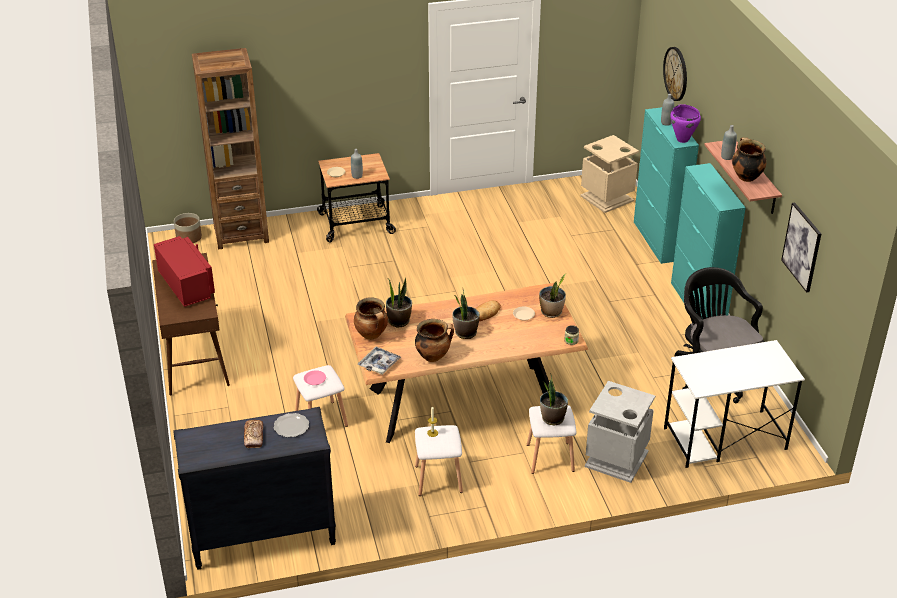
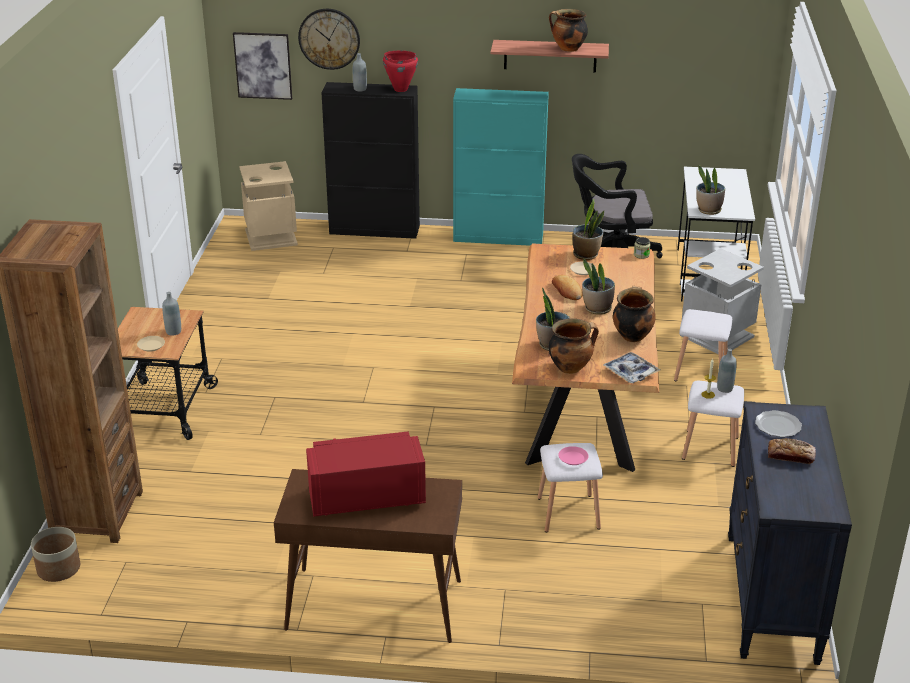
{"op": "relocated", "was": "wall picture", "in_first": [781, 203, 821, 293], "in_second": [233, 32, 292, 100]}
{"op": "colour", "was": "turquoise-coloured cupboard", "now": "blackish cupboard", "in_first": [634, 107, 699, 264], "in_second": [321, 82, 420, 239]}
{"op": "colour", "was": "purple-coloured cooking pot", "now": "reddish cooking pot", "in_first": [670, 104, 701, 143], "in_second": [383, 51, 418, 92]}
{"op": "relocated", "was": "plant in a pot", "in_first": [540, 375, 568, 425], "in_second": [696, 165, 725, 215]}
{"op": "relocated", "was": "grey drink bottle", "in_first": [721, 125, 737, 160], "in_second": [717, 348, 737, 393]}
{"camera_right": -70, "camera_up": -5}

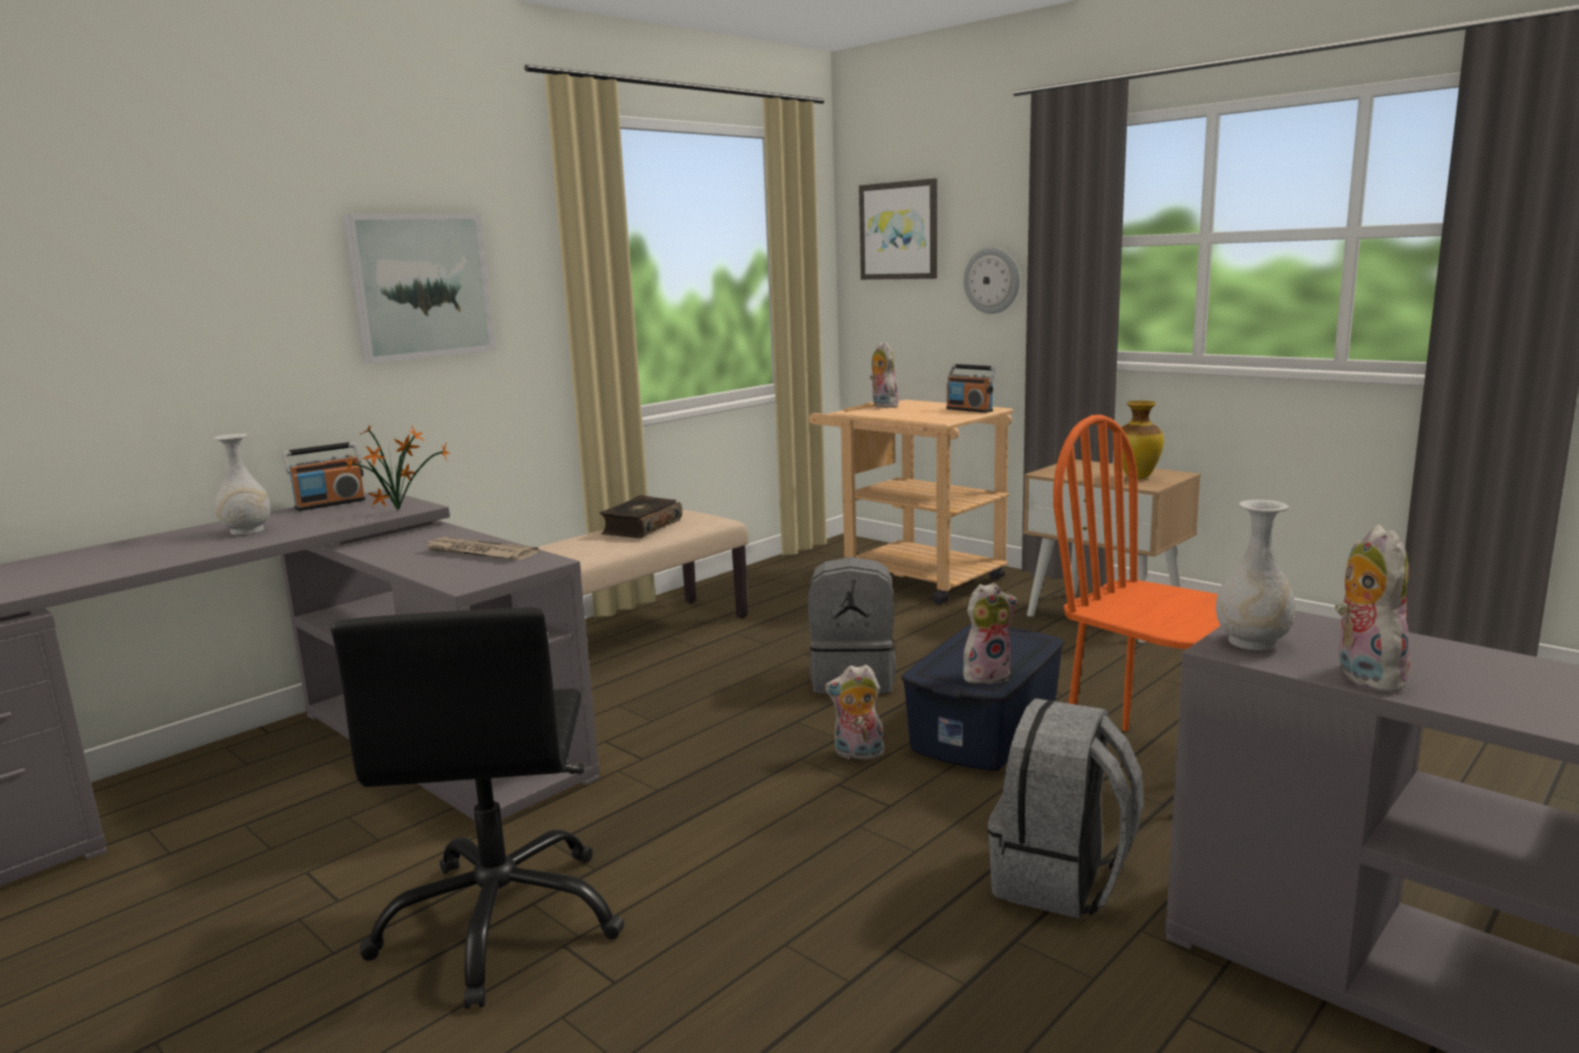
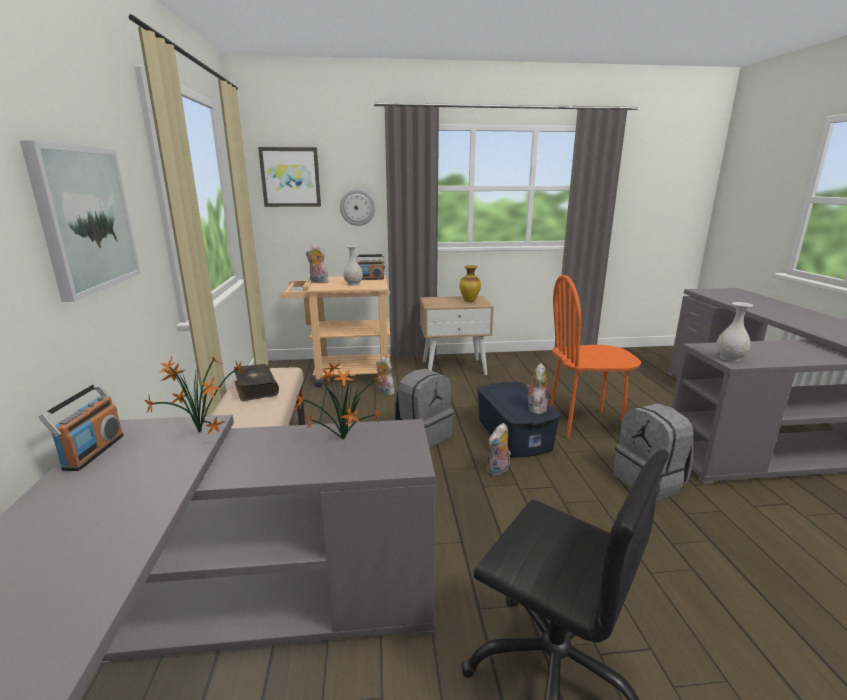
{"op": "exchanged", "was": "newspaper", "now": "plant in a pot", "in_first": [423, 537, 539, 560], "in_second": [294, 363, 382, 440]}
{"op": "relocated", "was": "whitish flower vase", "in_first": [213, 434, 270, 535], "in_second": [343, 245, 363, 286]}
{"op": "relocated", "was": "cuddly toy", "in_first": [1335, 525, 1410, 693], "in_second": [376, 357, 395, 395]}
{"camera_right": -50, "camera_up": 5}

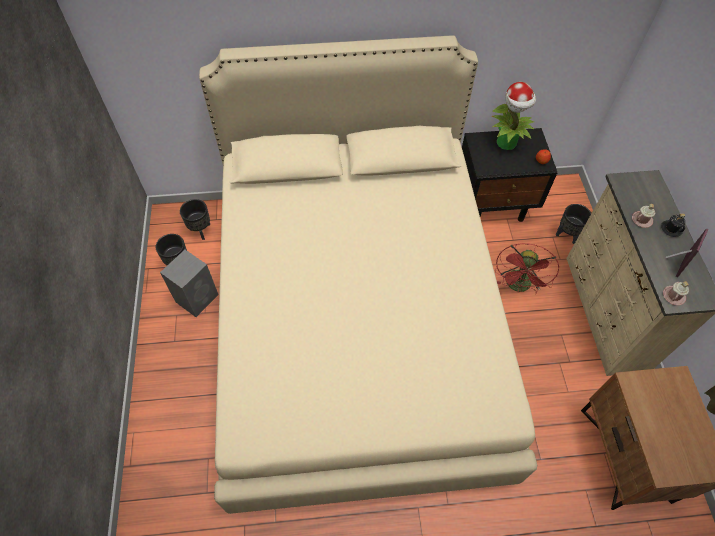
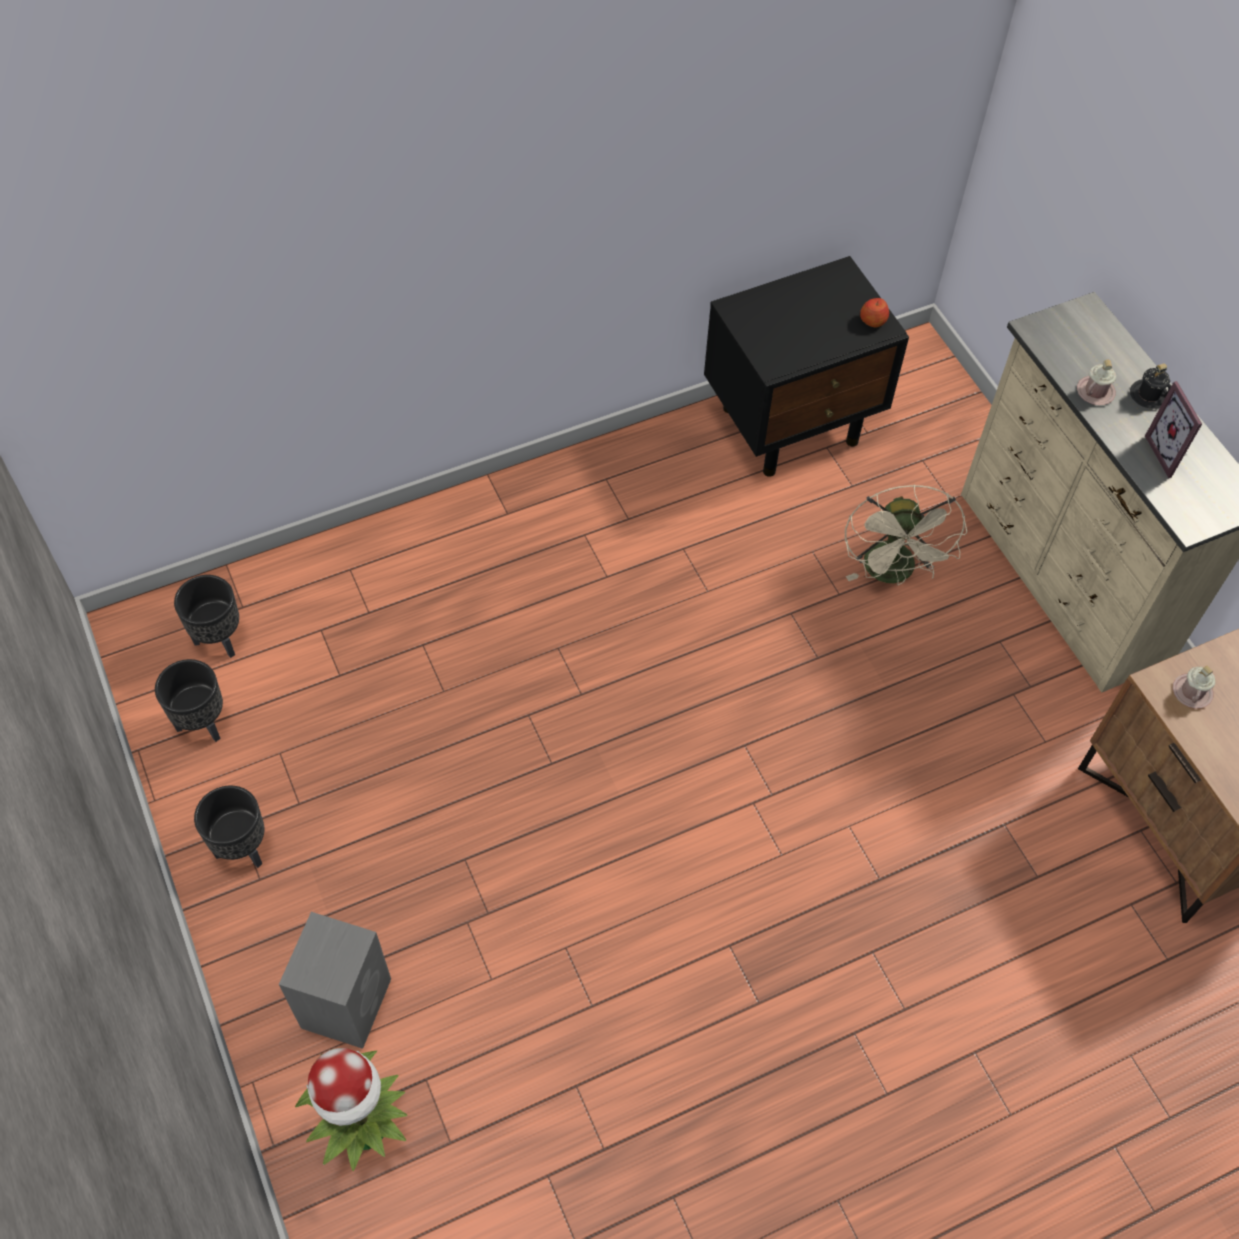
{"op": "relocated", "was": "blackish planter", "in_first": [556, 204, 591, 244], "in_second": [194, 785, 264, 868]}
{"op": "relocated", "was": "grey loudspeaker", "in_first": [160, 250, 219, 317], "in_second": [279, 912, 391, 1049]}
{"op": "relocated", "was": "plant in a pot", "in_first": [491, 82, 536, 150], "in_second": [295, 1048, 408, 1171]}
{"op": "colour", "was": "reddish electric fan", "now": "beige electric fan", "in_first": [495, 243, 559, 294], "in_second": [845, 484, 967, 585]}
{"op": "spun", "was": "photo frame", "in_first": [665, 228, 709, 277], "in_second": [1145, 381, 1202, 478], "clockwise": 150}
{"op": "relocated", "was": "pink-coloured tea mug", "in_first": [663, 281, 689, 305], "in_second": [1173, 665, 1215, 708]}
{"op": "missing", "was": "beige sleeping bed", "in_first": [199, 35, 537, 514]}
{"camera_right": -20, "camera_up": 0}

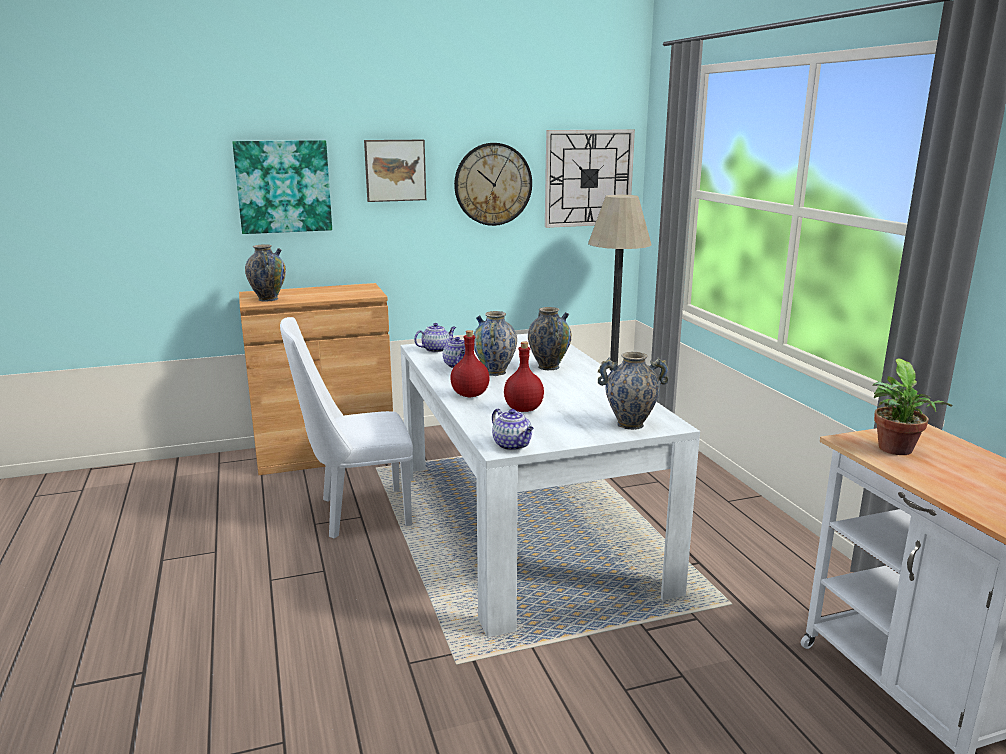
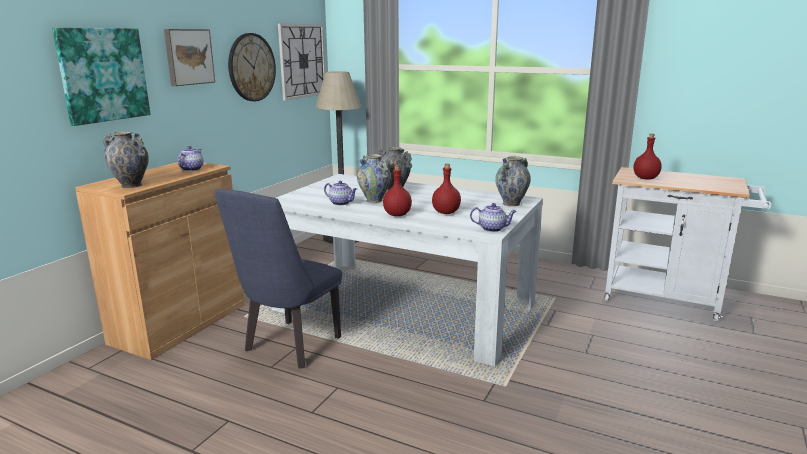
{"op": "relocated", "was": "teapot", "in_first": [414, 323, 456, 352], "in_second": [177, 146, 204, 171]}
{"op": "colour", "was": "whitish upright chair", "now": "blue upright chair", "in_first": [280, 317, 413, 538], "in_second": [215, 189, 342, 369]}
{"op": "exchanged", "was": "plant in a pot", "now": "reddish drink bottle", "in_first": [873, 359, 952, 455], "in_second": [634, 134, 662, 179]}
{"camera_right": -45, "camera_up": 0}

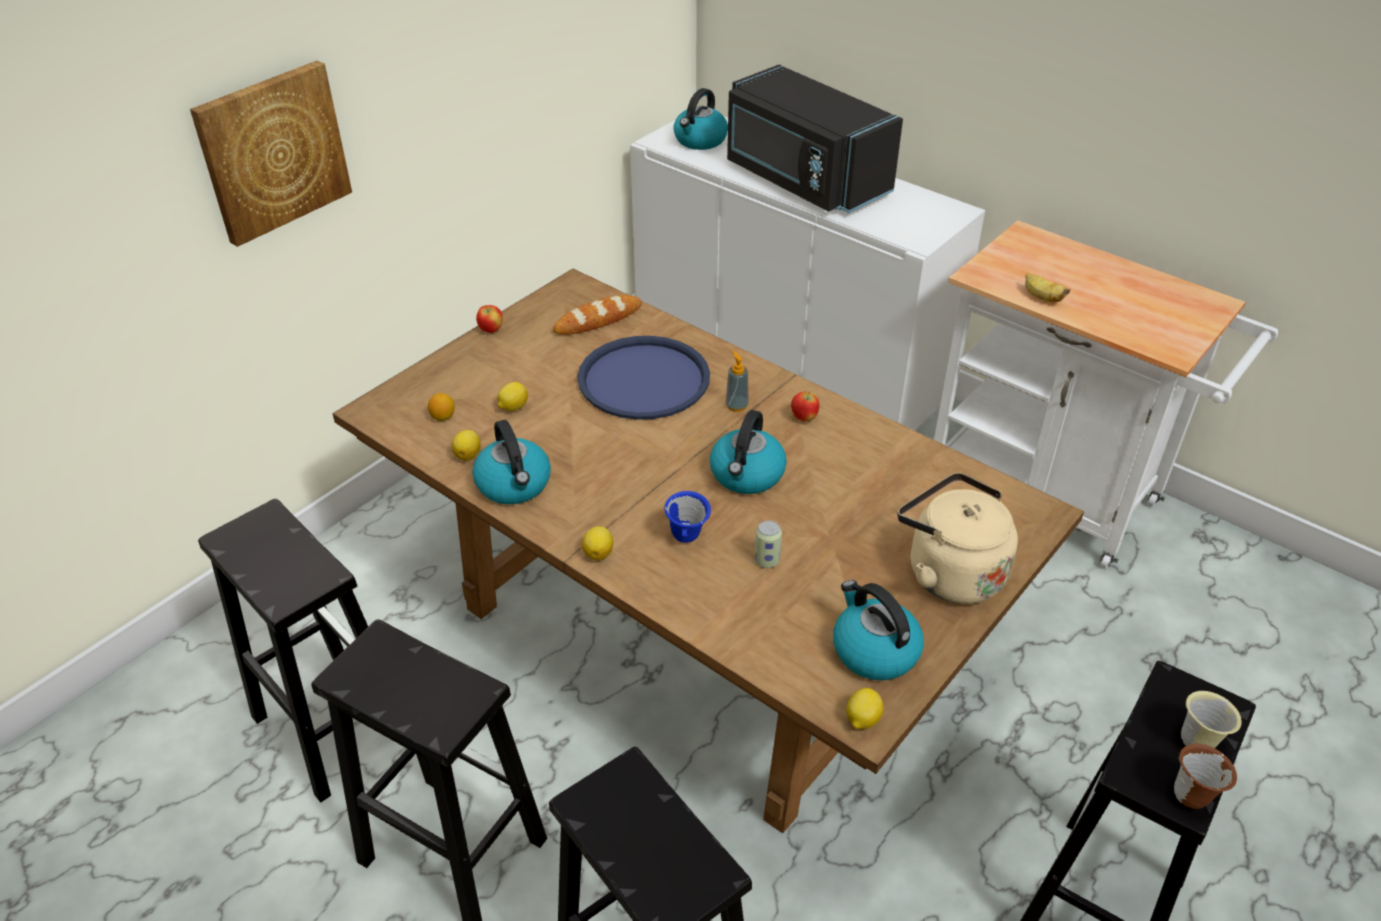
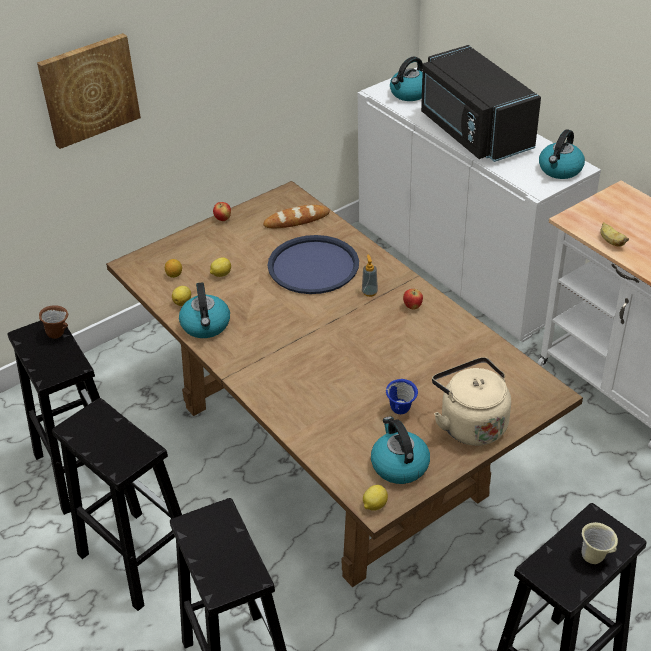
{"op": "relocated", "was": "brownish tea mug", "in_first": [1174, 744, 1237, 809], "in_second": [39, 305, 68, 339]}
{"op": "relocated", "was": "blue tea mug", "in_first": [664, 491, 711, 543], "in_second": [386, 379, 418, 414]}
{"op": "relocated", "was": "kettle", "in_first": [710, 410, 787, 494], "in_second": [539, 129, 585, 179]}
{"op": "missing", "was": "whole lemon", "in_first": [582, 526, 613, 561]}
{"op": "missing", "was": "sealed can", "in_first": [755, 521, 782, 568]}
{"camera_right": 15, "camera_up": 0}

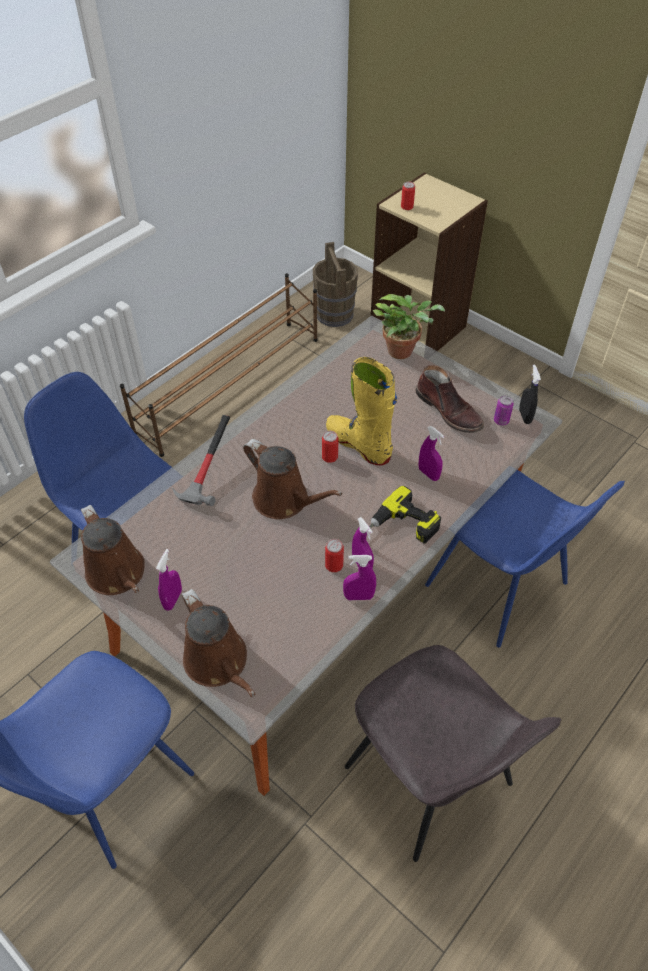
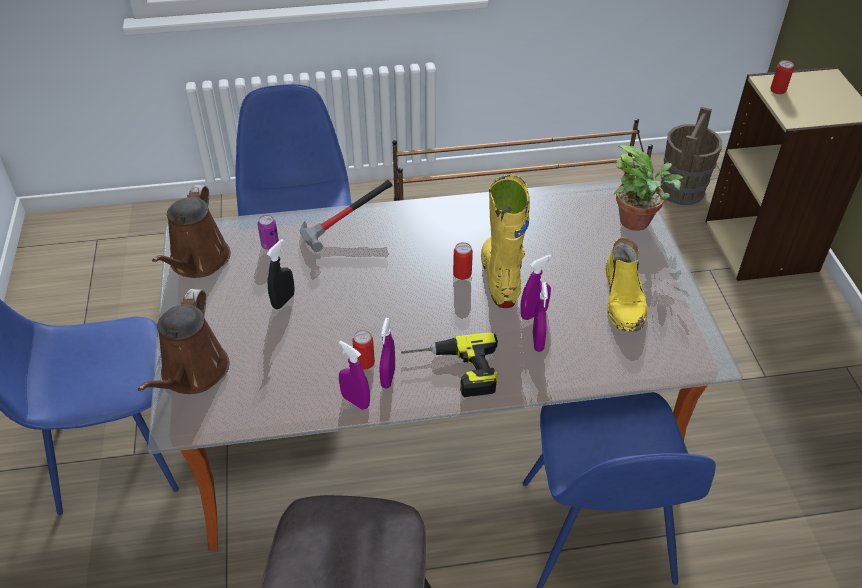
{"op": "relocated", "was": "sealed can", "in_first": [494, 396, 514, 426], "in_second": [257, 215, 279, 250]}
{"op": "relocated", "was": "blackish sprayer", "in_first": [519, 364, 541, 424], "in_second": [266, 239, 295, 309]}
{"op": "relocated", "was": "purple-coloured sprayer", "in_first": [156, 549, 182, 611], "in_second": [520, 254, 552, 320]}
{"op": "colour", "was": "brownish tall boot", "now": "yellow-coloured tall boot", "in_first": [415, 365, 484, 433], "in_second": [605, 238, 647, 332]}
{"op": "missing", "was": "brownish watering pot", "in_first": [243, 439, 342, 519]}
{"camera_right": 40, "camera_up": -5}

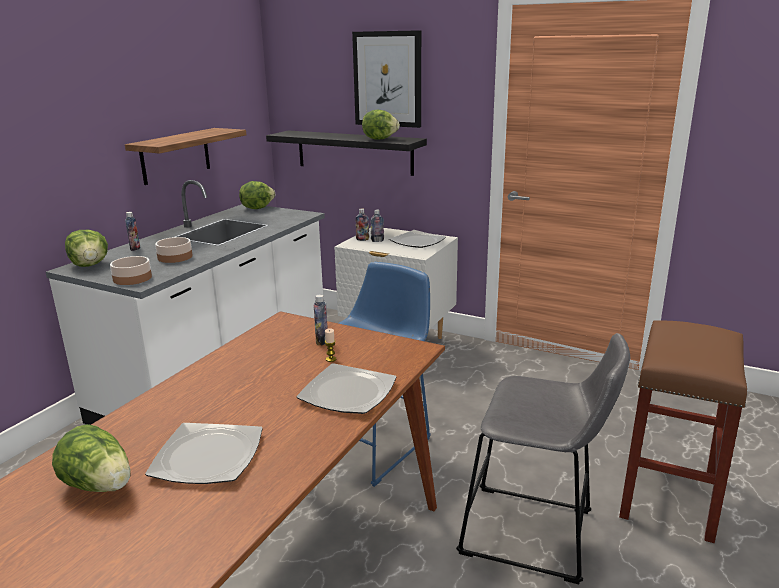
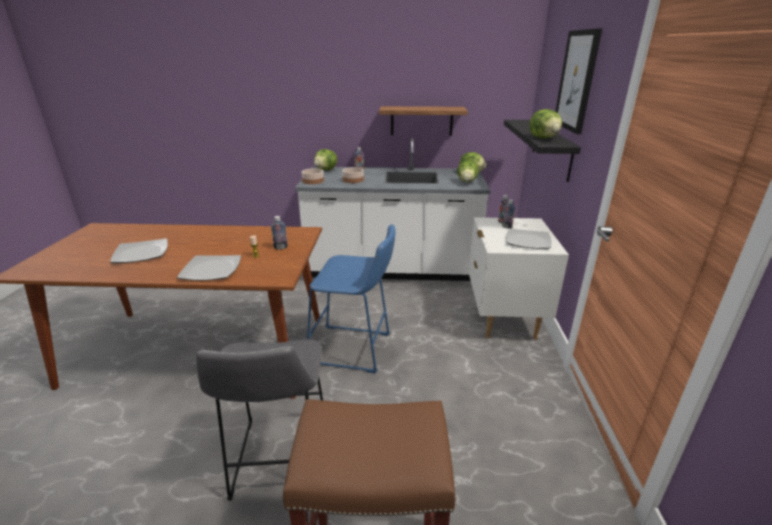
{"op": "relocated", "was": "lettuce head", "in_first": [52, 424, 131, 492], "in_second": [457, 160, 478, 182]}
{"camera_right": 65, "camera_up": 5}

